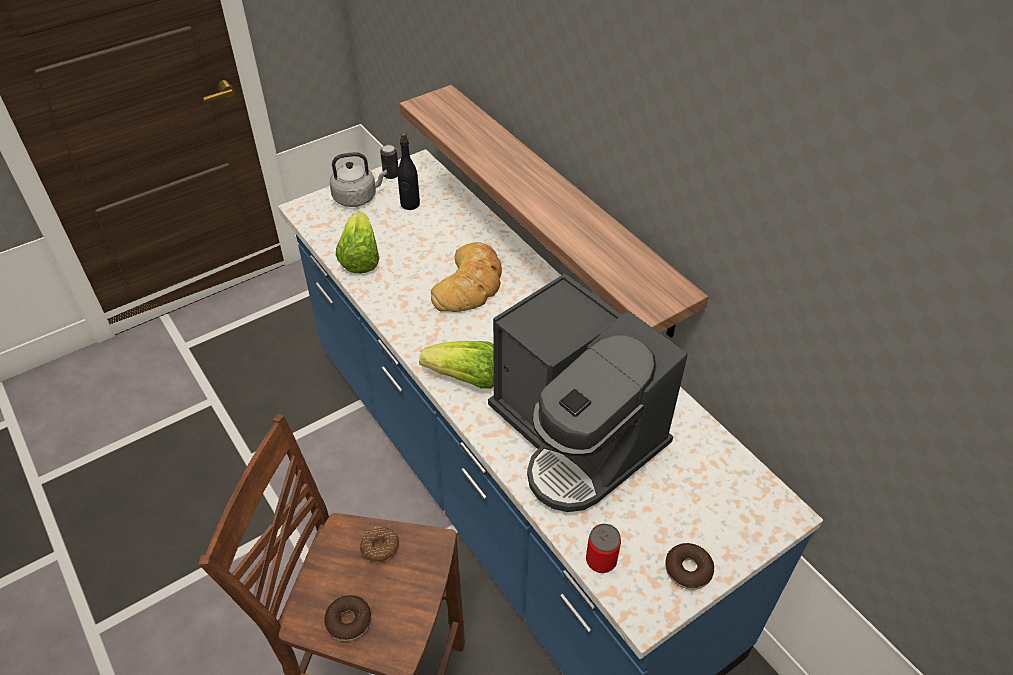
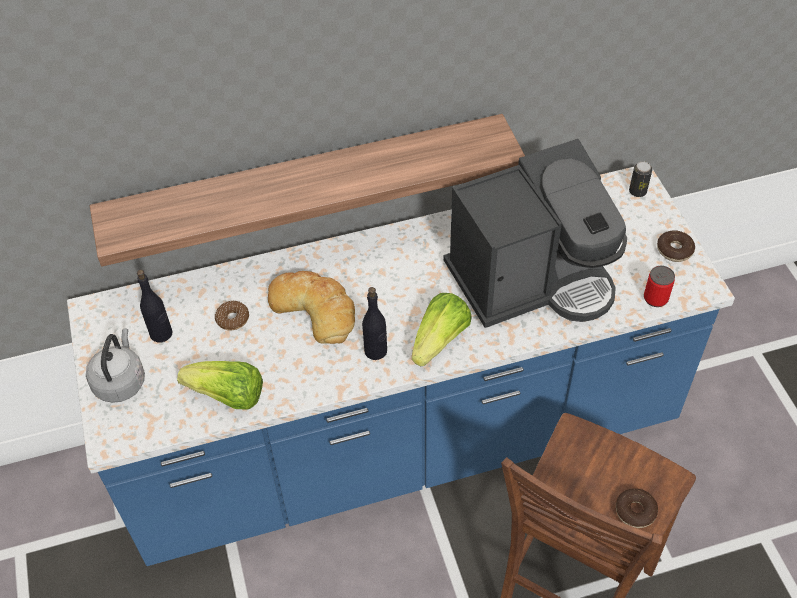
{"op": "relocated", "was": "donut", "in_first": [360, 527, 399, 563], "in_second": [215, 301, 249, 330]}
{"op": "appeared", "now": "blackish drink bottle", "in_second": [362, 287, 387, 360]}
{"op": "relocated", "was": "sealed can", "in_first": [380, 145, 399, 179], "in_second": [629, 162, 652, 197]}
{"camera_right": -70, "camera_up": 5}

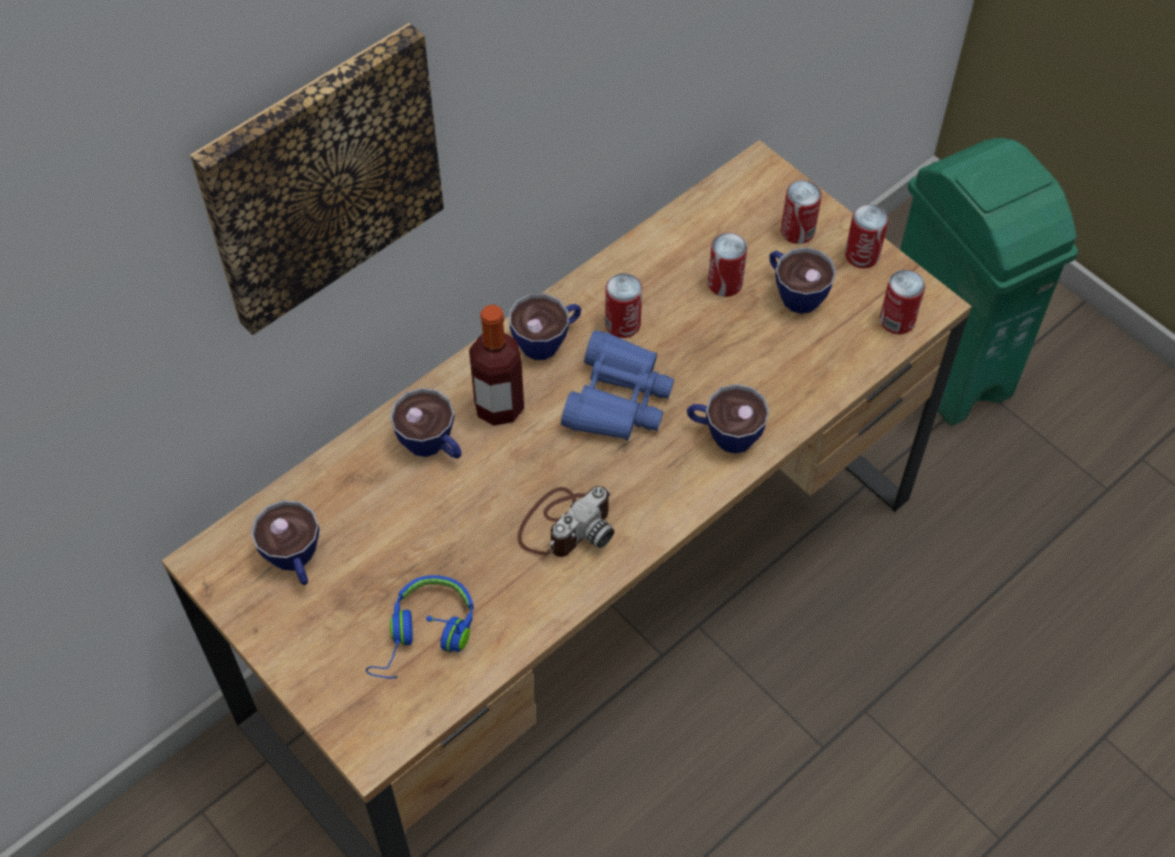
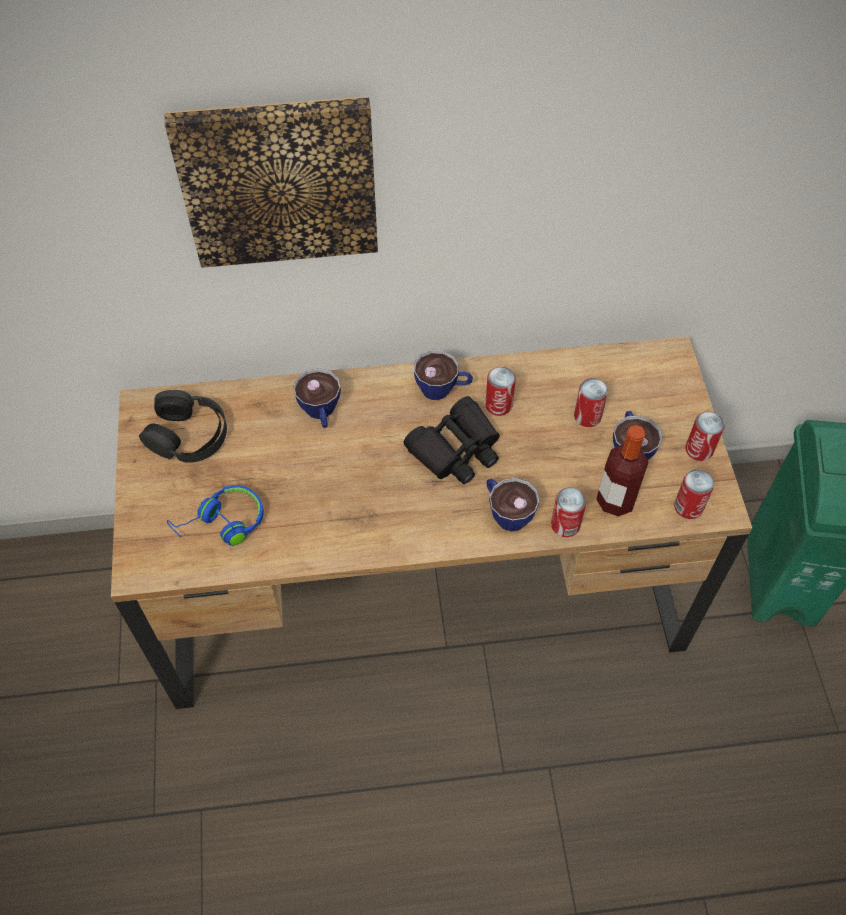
{"op": "exchanged", "was": "small cup", "now": "blackish headphones", "in_first": [251, 500, 319, 585], "in_second": [139, 390, 227, 463]}
{"op": "colour", "was": "blue pair of binoculars", "now": "blackish pair of binoculars", "in_first": [561, 330, 674, 440], "in_second": [403, 396, 500, 484]}
{"op": "relocated", "was": "sealed can", "in_first": [781, 180, 822, 244], "in_second": [551, 487, 586, 537]}
{"op": "relocated", "was": "drink bottle", "in_first": [469, 305, 524, 426], "in_second": [596, 425, 648, 517]}
{"op": "missing", "was": "still camera", "in_first": [517, 486, 614, 557]}
{"camera_right": 35, "camera_up": 0}

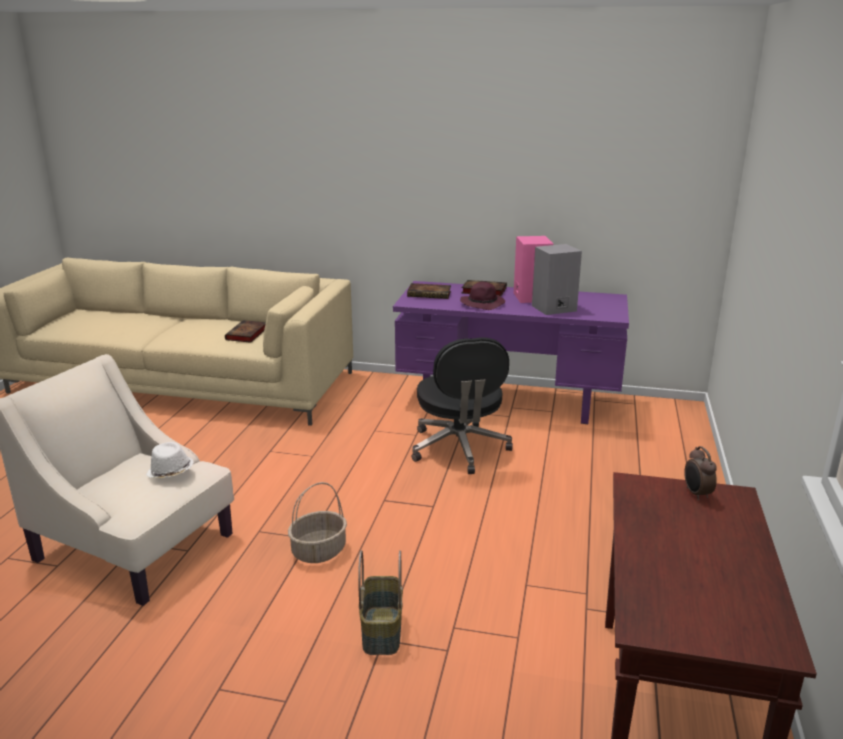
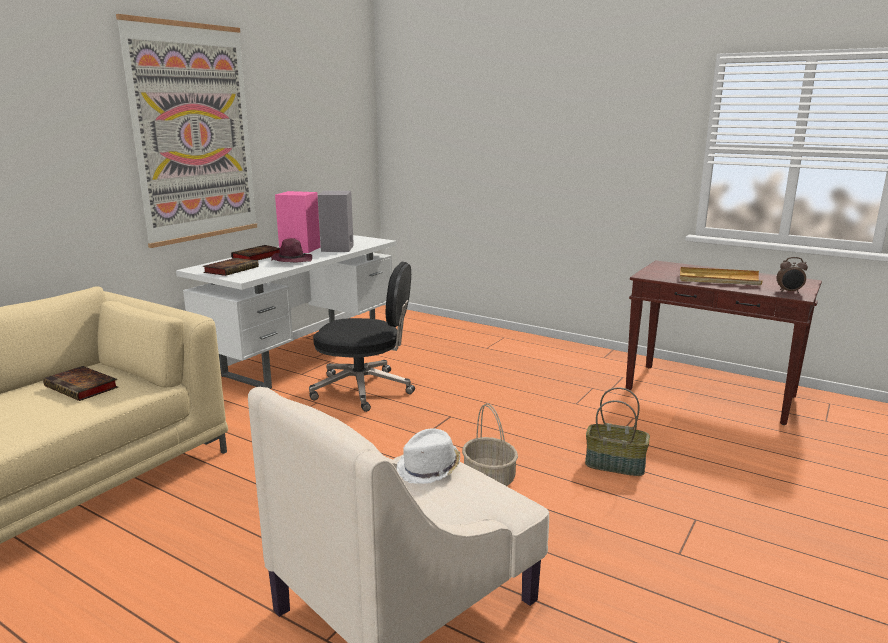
{"op": "appeared", "now": "wall picture", "in_second": [116, 14, 257, 248]}
{"op": "colour", "was": "purple-coloured desk", "now": "whitish desk", "in_first": [393, 281, 629, 424], "in_second": [176, 235, 397, 389]}
{"op": "appeared", "now": "beige serving tray", "in_second": [680, 267, 763, 285]}
{"op": "relocated", "was": "table clock", "in_first": [684, 446, 717, 501], "in_second": [777, 257, 808, 293]}
{"camera_right": -70, "camera_up": -5}

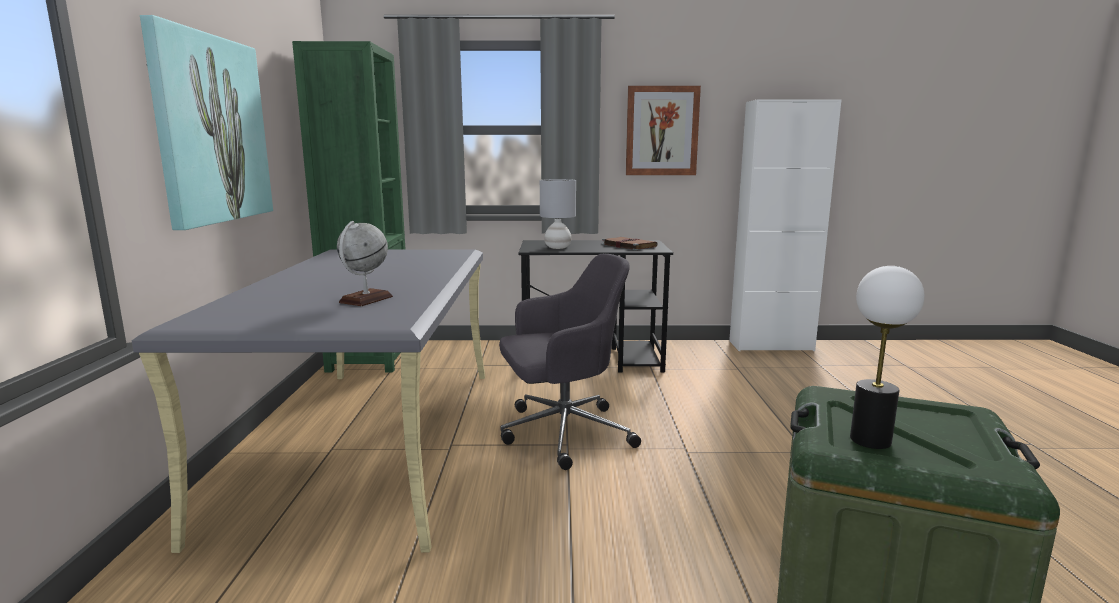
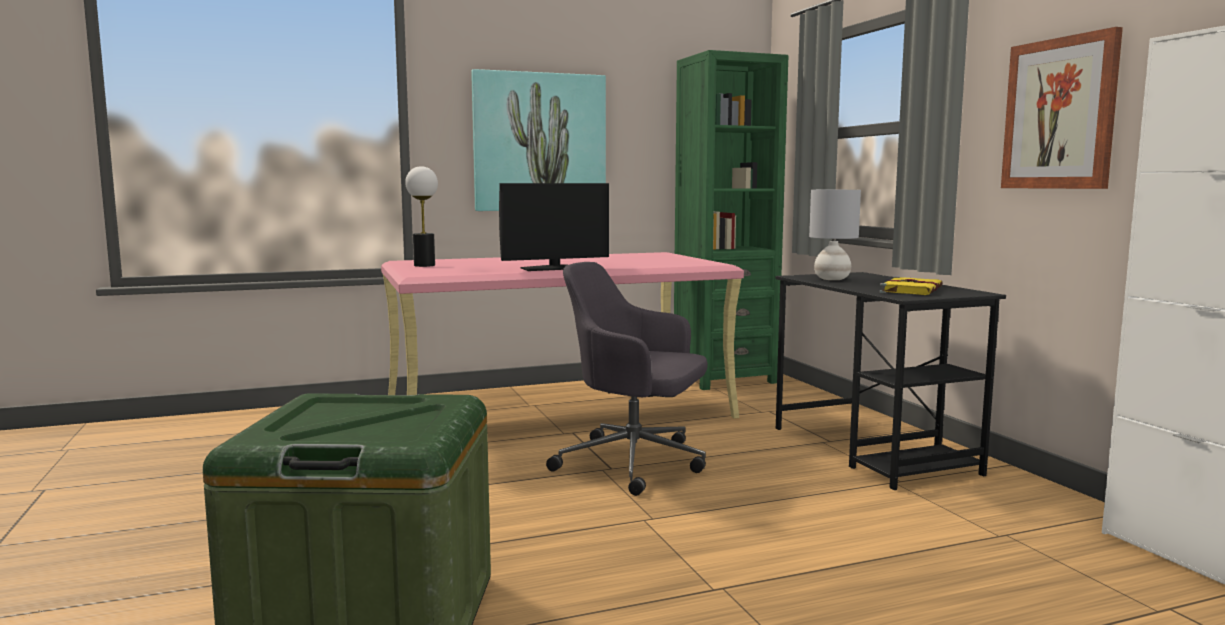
{"op": "colour", "was": "grey desk", "now": "pink-coloured desk", "in_first": [132, 249, 485, 553], "in_second": [381, 252, 744, 419]}
{"op": "relocated", "was": "tabletop lamp", "in_first": [850, 266, 924, 449], "in_second": [405, 166, 438, 267]}
{"op": "appeared", "now": "computer display", "in_second": [499, 183, 609, 271]}
{"op": "spun", "was": "grey office chair", "in_first": [499, 254, 641, 470], "in_second": [546, 262, 708, 496], "clockwise": 150}
{"op": "colour", "was": "brownish bound book", "now": "yellow-coloured bound book", "in_first": [602, 237, 658, 250], "in_second": [879, 277, 943, 295]}
{"op": "missing", "was": "world globe", "in_first": [337, 221, 393, 306]}
{"camera_right": 70, "camera_up": -5}

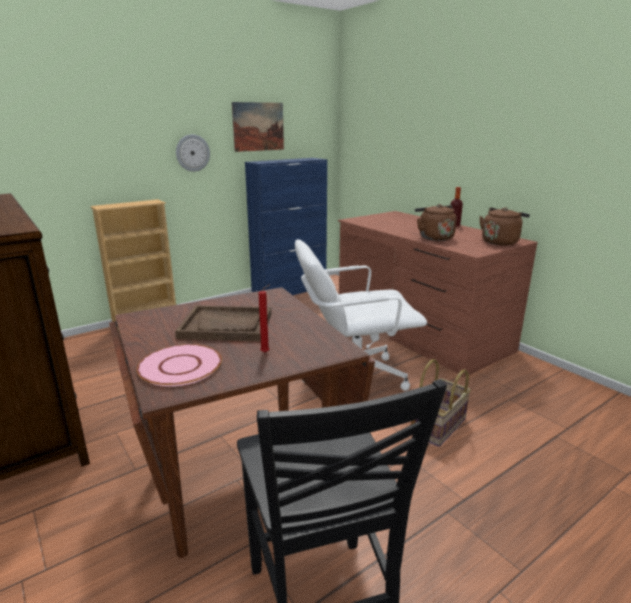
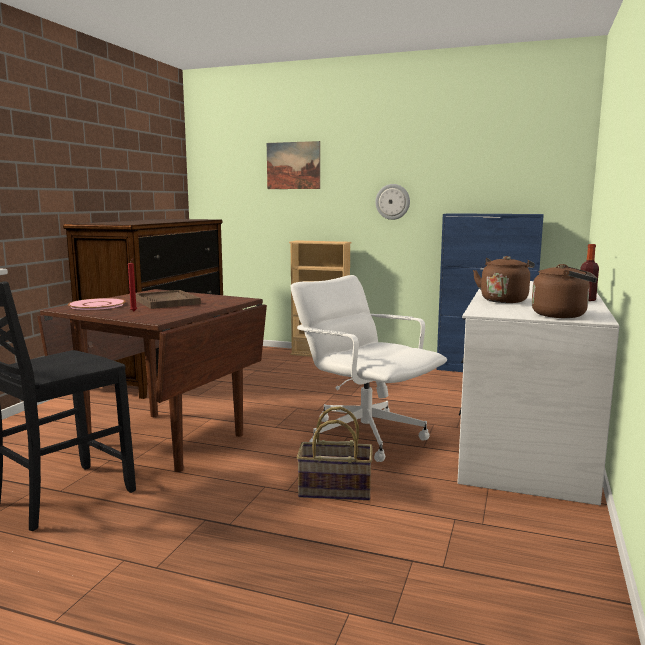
{"op": "relocated", "was": "wall picture", "in_first": [232, 102, 284, 152], "in_second": [267, 141, 320, 189]}
{"op": "colour", "was": "brownish desk", "now": "whitish desk", "in_first": [338, 211, 538, 378], "in_second": [457, 281, 620, 505]}
{"camera_right": 55, "camera_up": -10}

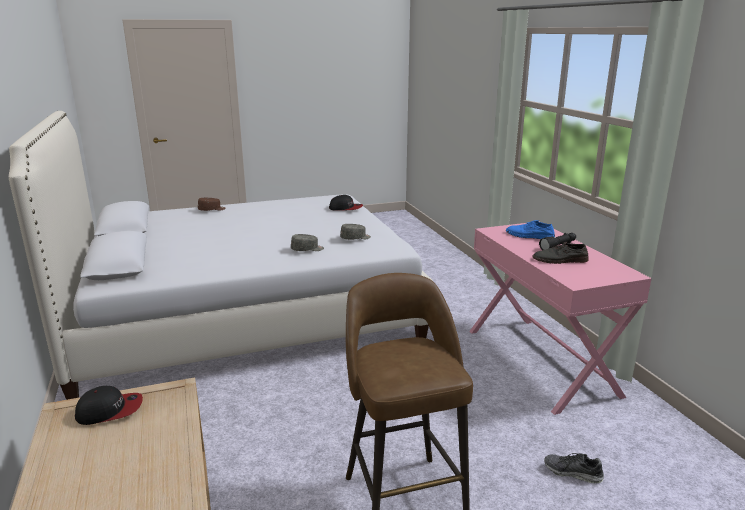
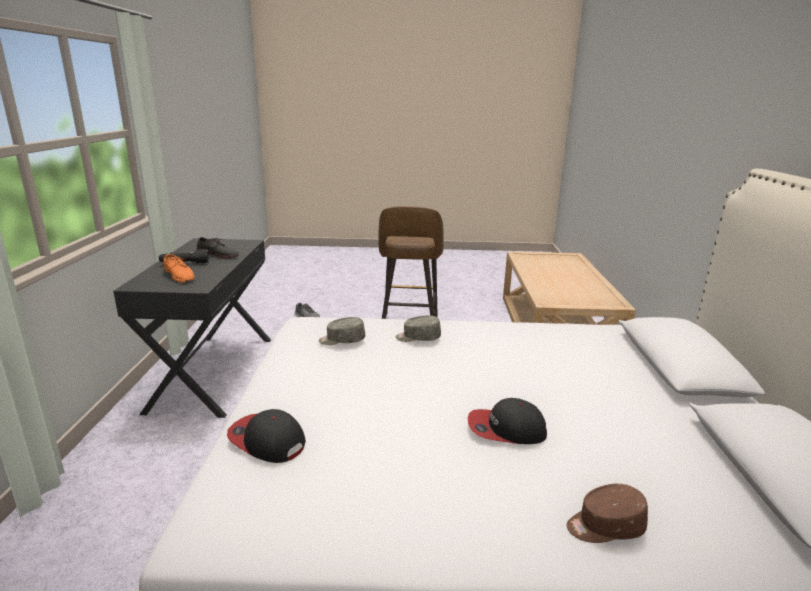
{"op": "colour", "was": "pink-coloured desk", "now": "blackish desk", "in_first": [469, 223, 652, 415], "in_second": [113, 238, 271, 418]}
{"op": "colour", "was": "blue shoe", "now": "orange-coloured shoe", "in_first": [506, 220, 555, 239], "in_second": [163, 254, 194, 283]}
{"op": "relocated", "was": "cap", "in_first": [75, 386, 143, 425], "in_second": [468, 398, 547, 444]}
{"camera_right": -160, "camera_up": 0}

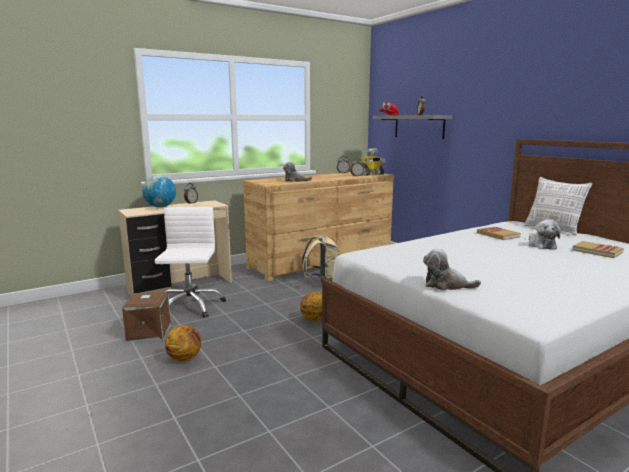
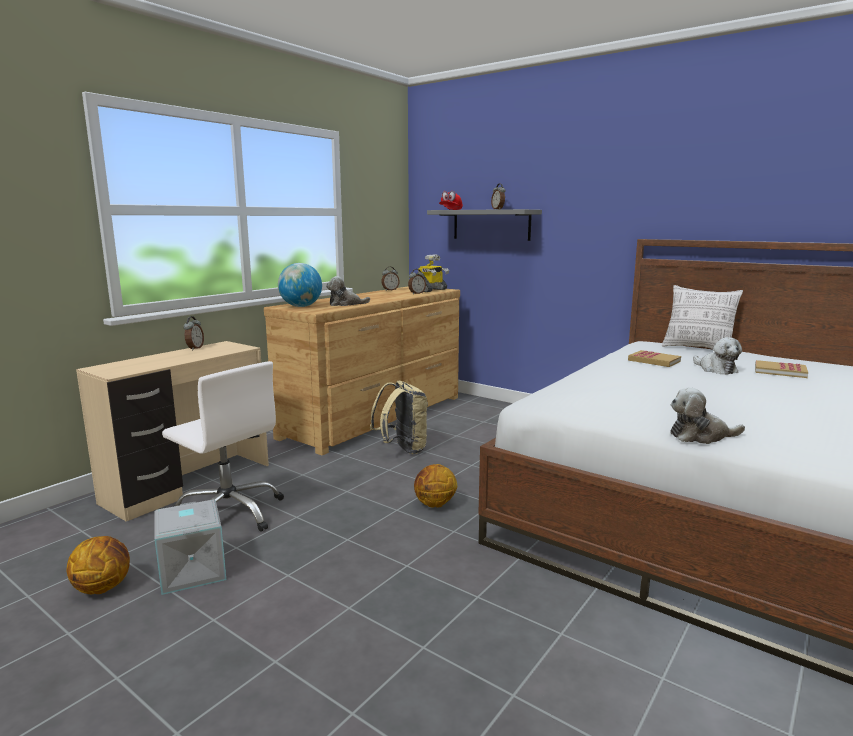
{"op": "relocated", "was": "basketball", "in_first": [165, 325, 201, 362], "in_second": [67, 536, 130, 594]}
{"op": "colour", "was": "brownish storage container", "now": "grey storage container", "in_first": [122, 292, 171, 341], "in_second": [155, 500, 226, 595]}
{"op": "spun", "was": "whitish office chair", "in_first": [155, 207, 226, 318], "in_second": [162, 361, 284, 532], "clockwise": 150}
{"op": "relocated", "was": "world globe", "in_first": [142, 175, 176, 208], "in_second": [278, 263, 322, 307]}
{"camera_right": -20, "camera_up": 0}

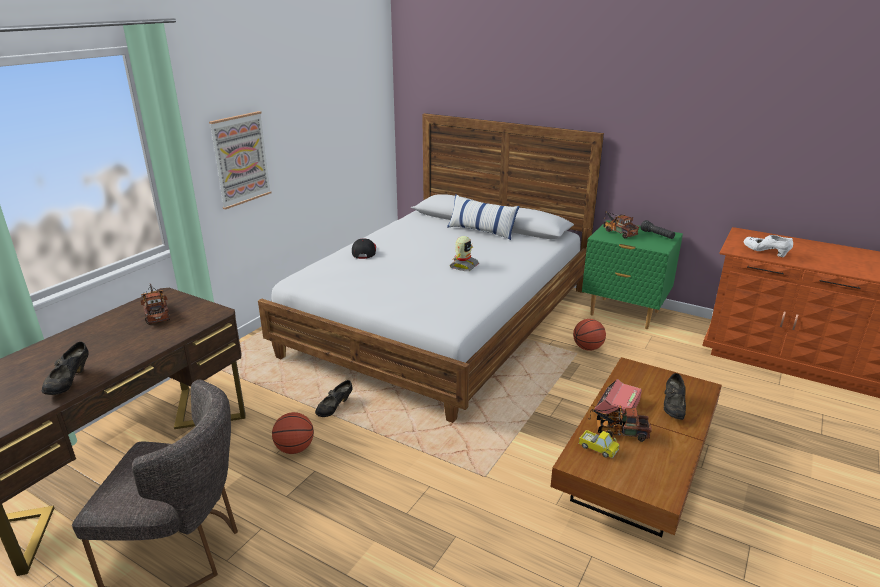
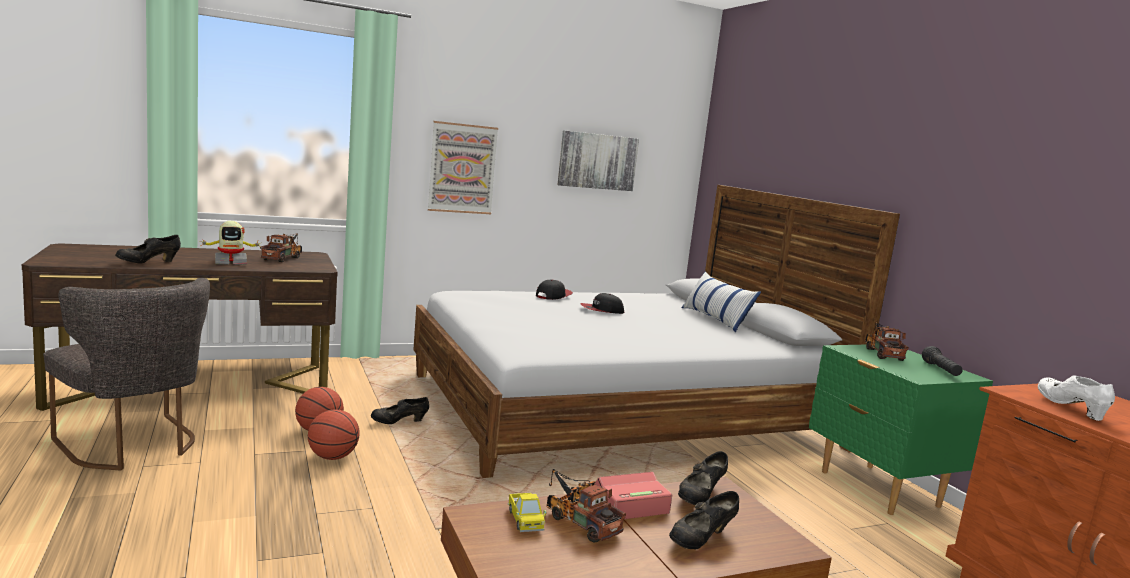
{"op": "relocated", "was": "robot figure", "in_first": [450, 236, 479, 271], "in_second": [199, 221, 261, 265]}
{"op": "relocated", "was": "basketball", "in_first": [573, 319, 606, 351], "in_second": [308, 409, 360, 460]}
{"op": "appeared", "now": "wall picture", "in_second": [557, 130, 639, 191]}
{"op": "appeared", "now": "cap", "in_second": [580, 293, 624, 314]}
{"op": "appeared", "now": "blackish shoe", "in_second": [678, 451, 728, 505]}
{"camera_right": 35, "camera_up": -15}

